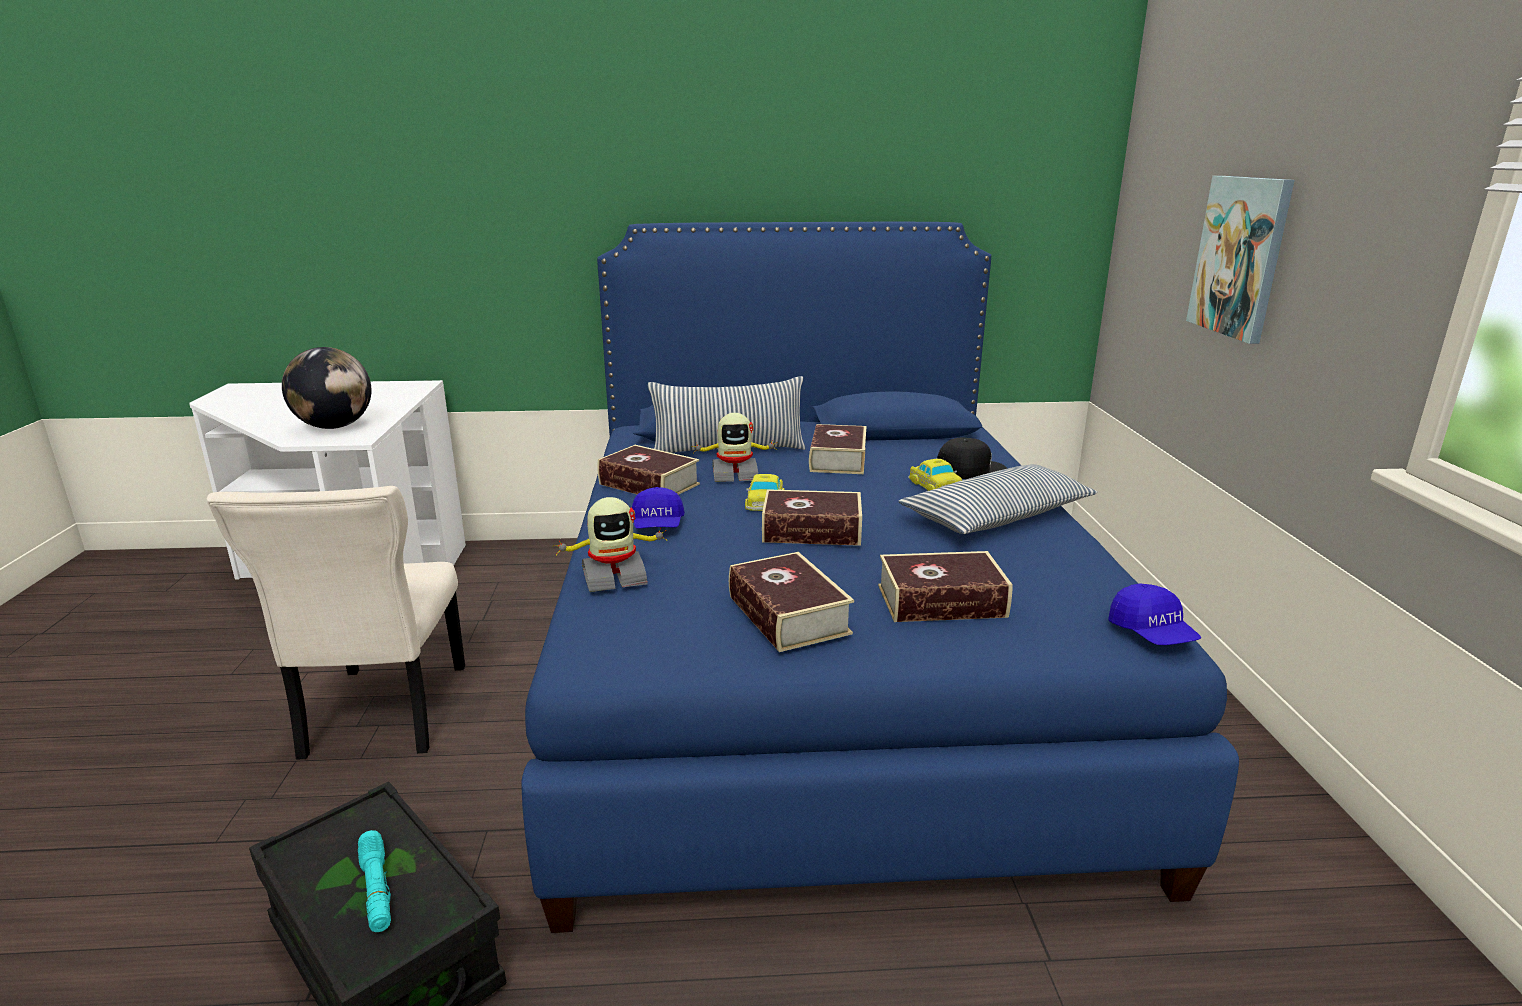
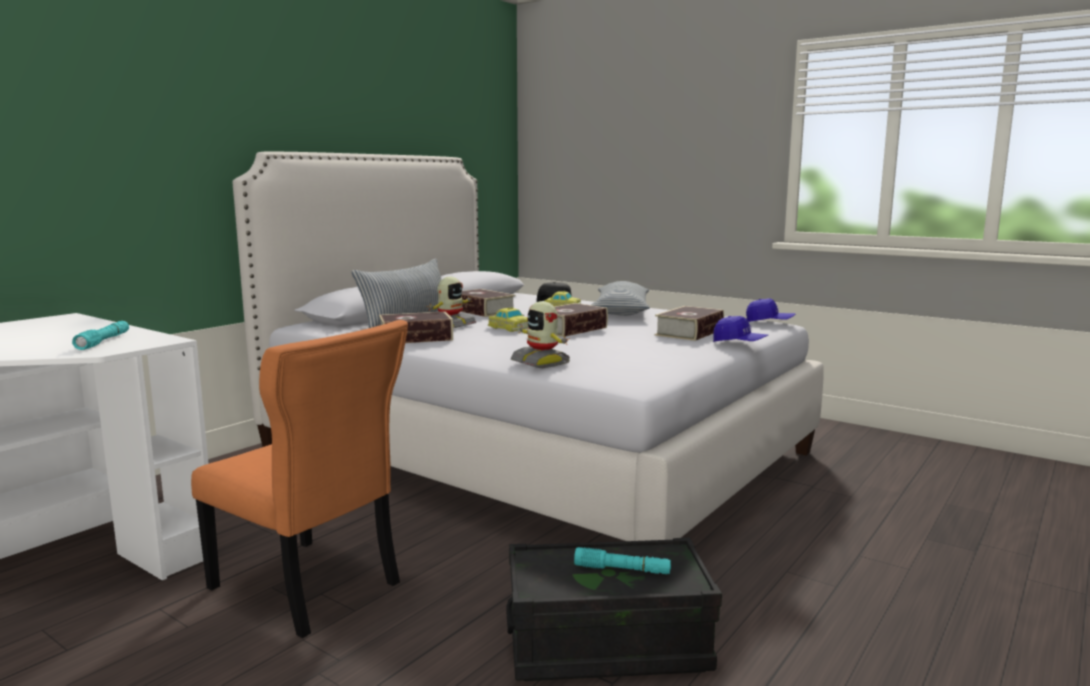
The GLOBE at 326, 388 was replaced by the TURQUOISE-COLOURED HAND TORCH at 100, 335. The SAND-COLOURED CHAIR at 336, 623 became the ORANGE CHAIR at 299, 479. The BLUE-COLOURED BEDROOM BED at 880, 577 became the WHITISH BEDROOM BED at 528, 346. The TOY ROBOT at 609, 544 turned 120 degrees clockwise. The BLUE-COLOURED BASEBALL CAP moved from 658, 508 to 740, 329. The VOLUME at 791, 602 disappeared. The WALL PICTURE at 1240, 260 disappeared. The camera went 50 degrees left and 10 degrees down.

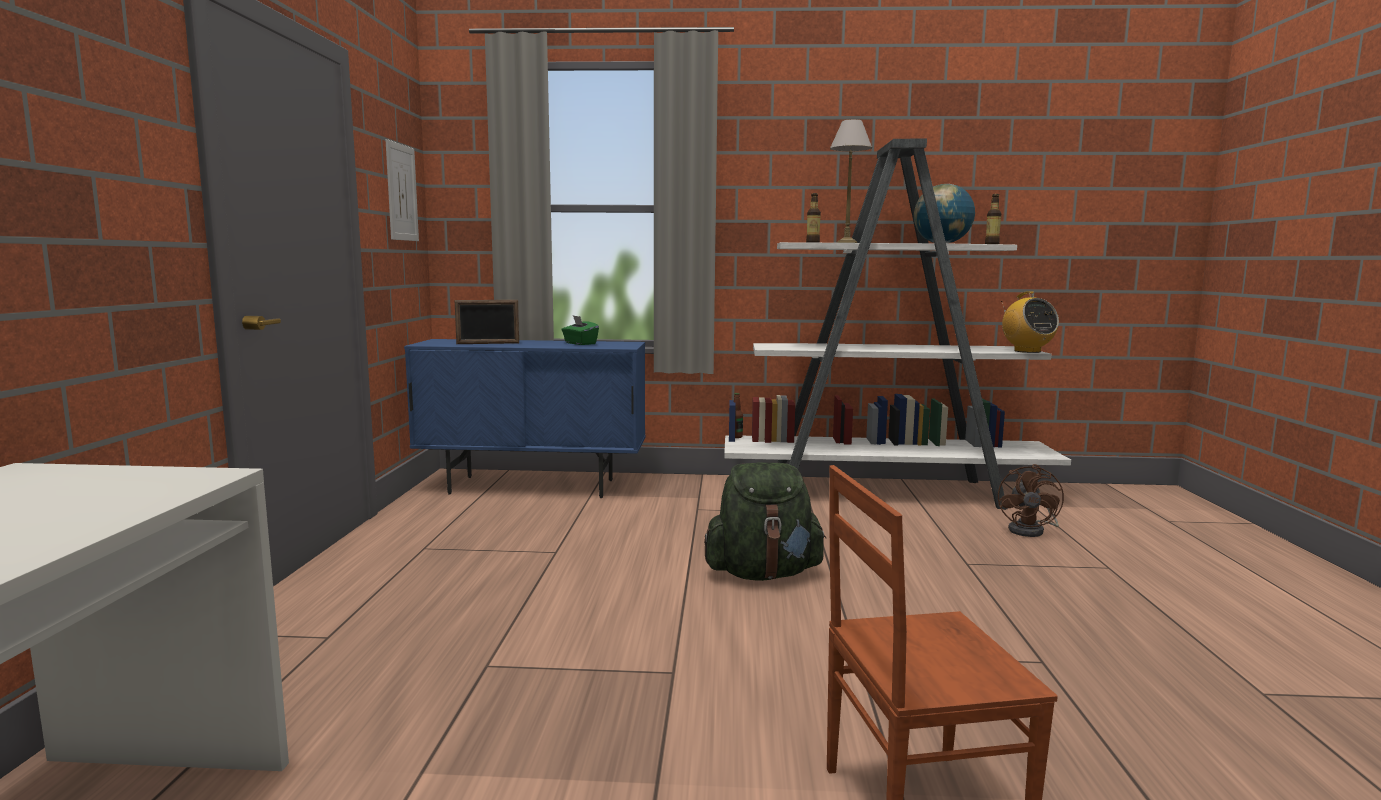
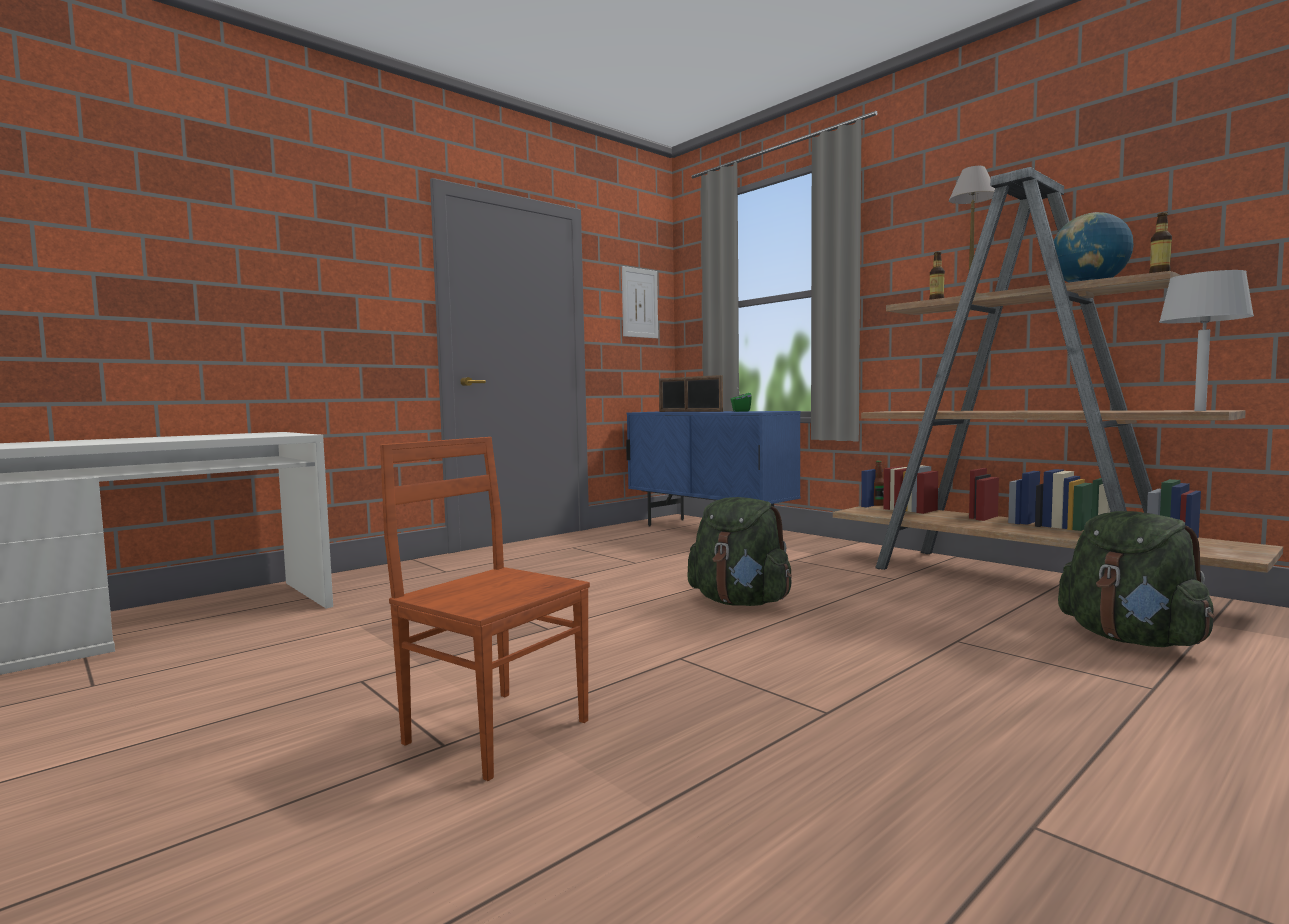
The STANDING FRAME at 703, 393 appeared. The WHITISH SHELVING UNIT at 897, 324 became the BROWN SHELVING UNIT at 1058, 370. The BROWN ELECTRIC FAN at 1031, 500 was replaced by the GREEN BACKPACK at 1136, 579. The RADIO at 1030, 322 was replaced by the GREYISH LAMP FOR A TABLE at 1206, 340. The camera went 45 degrees right and 5 degrees down.

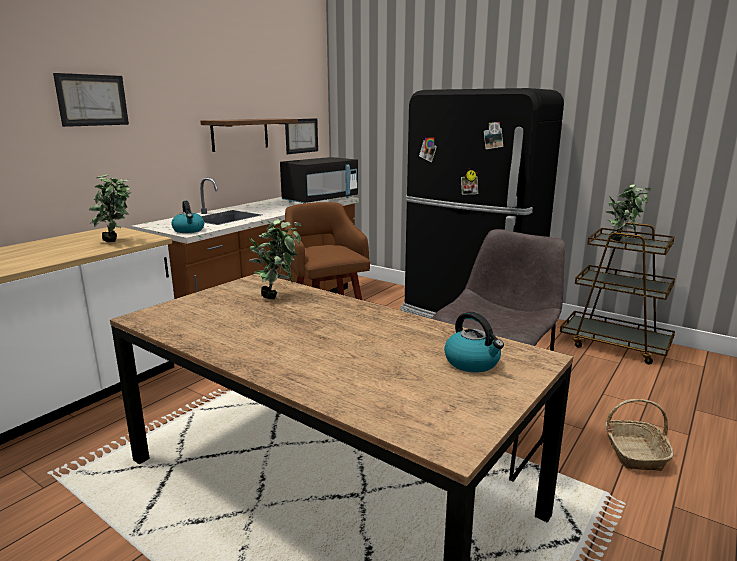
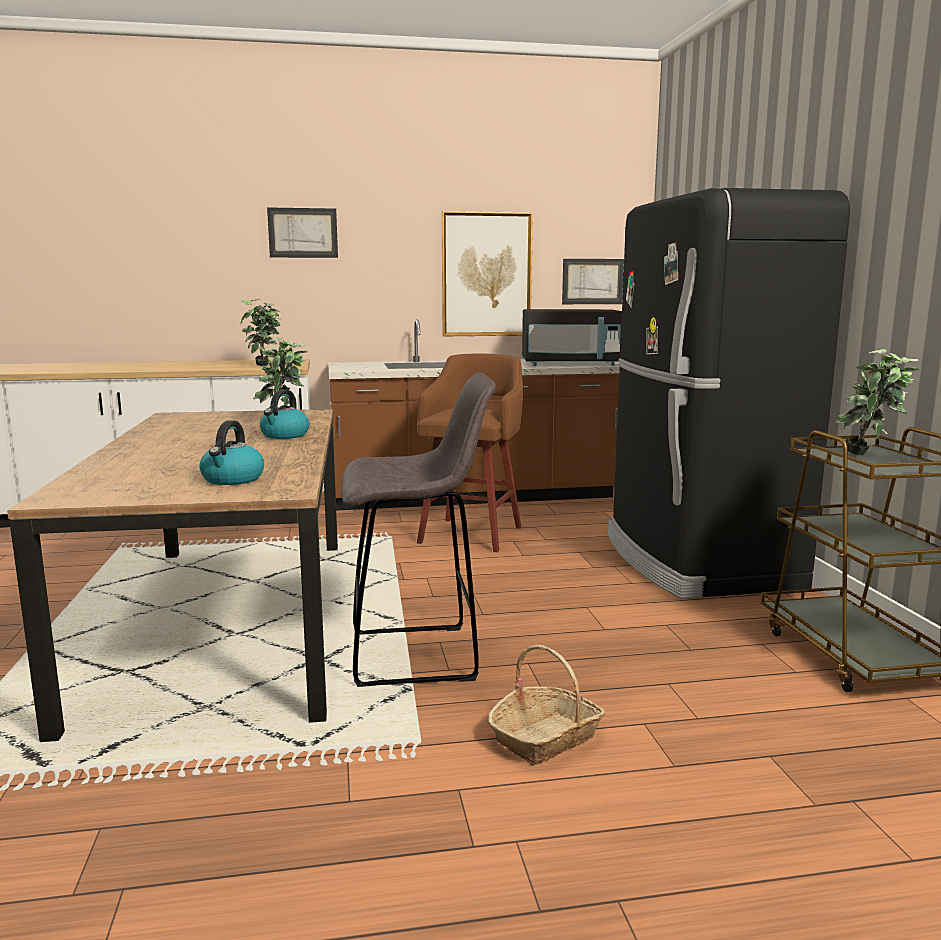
The WATER KETTLE moved from 188, 217 to 284, 414. The BRACKET SHELF at 249, 135 was replaced by the WALL PICTURE at 487, 273. The camera went 45 degrees right and 5 degrees down.

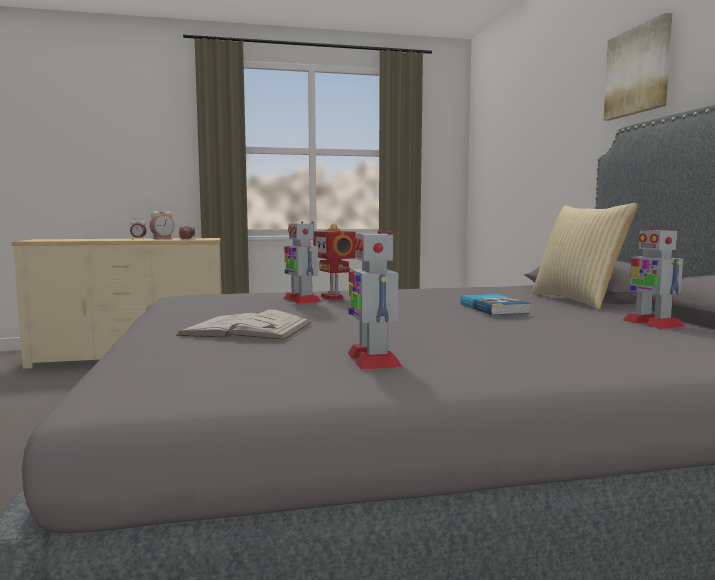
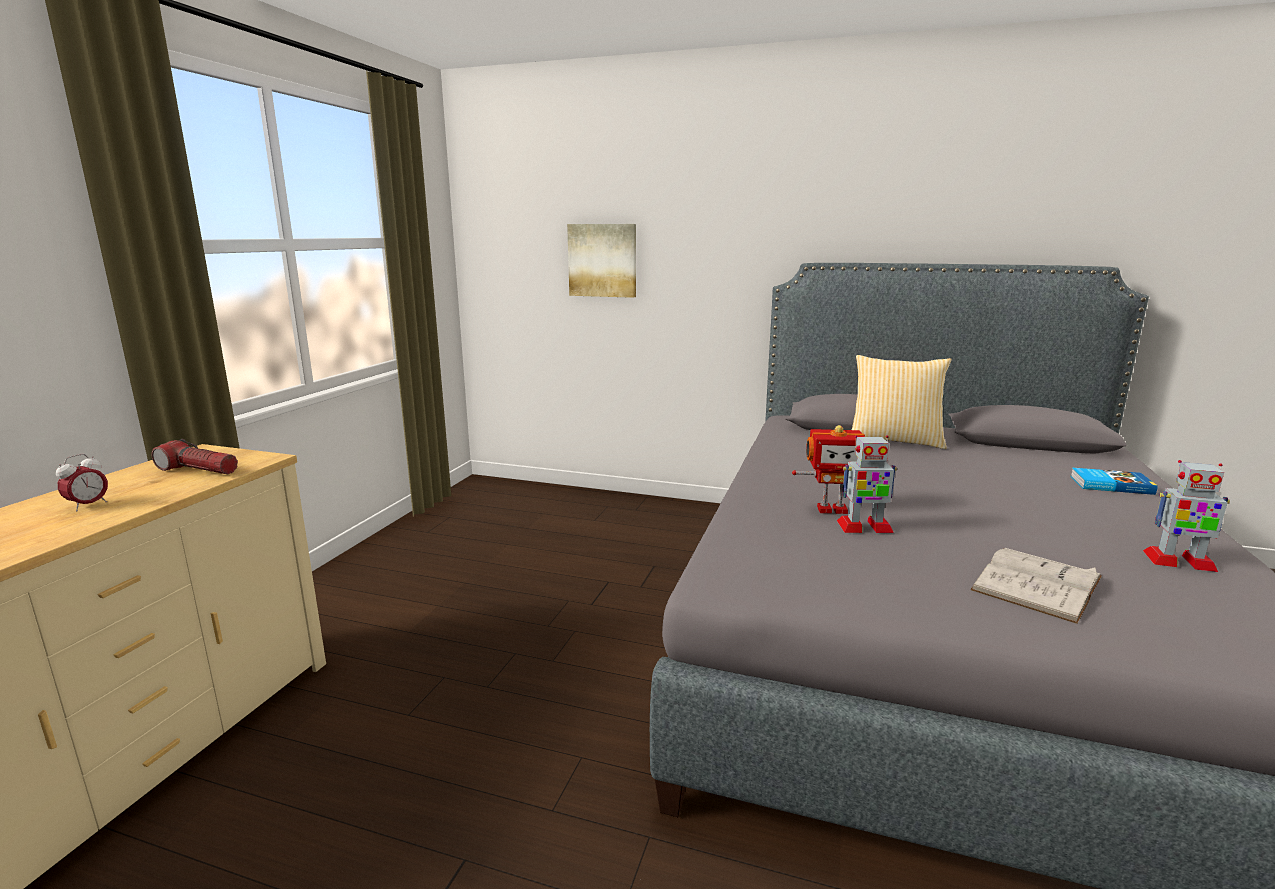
The WALL PICTURE moved from 638, 67 to 601, 261. The VOLUME moved from 495, 304 to 1114, 481. The TABLE CLOCK at 161, 225 disappeared. The TOY ROBOT at 654, 278 disappeared. The camera went 60 degrees left and 10 degrees up.

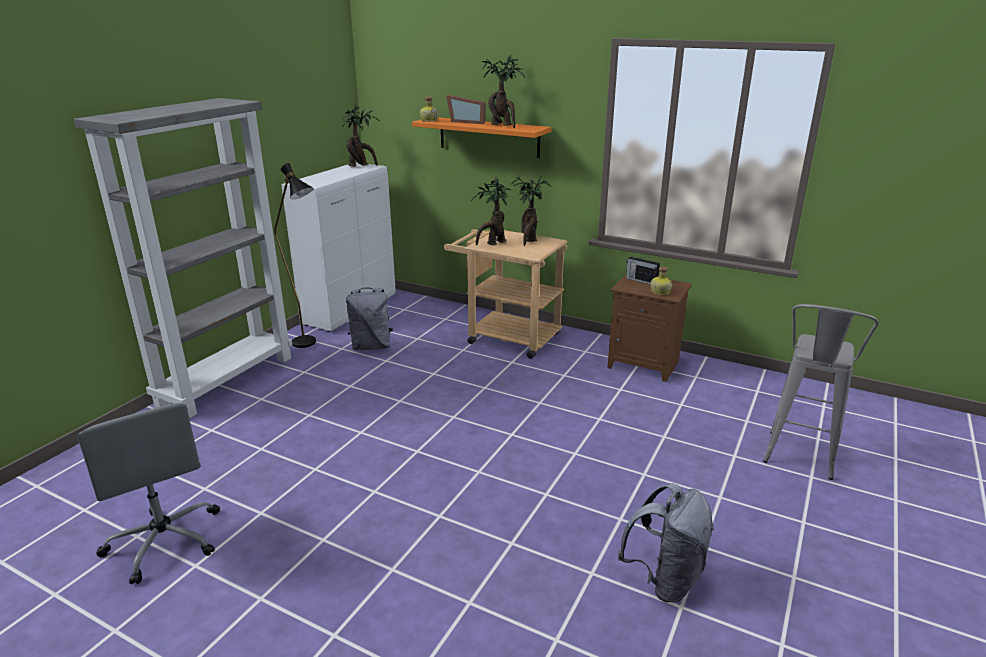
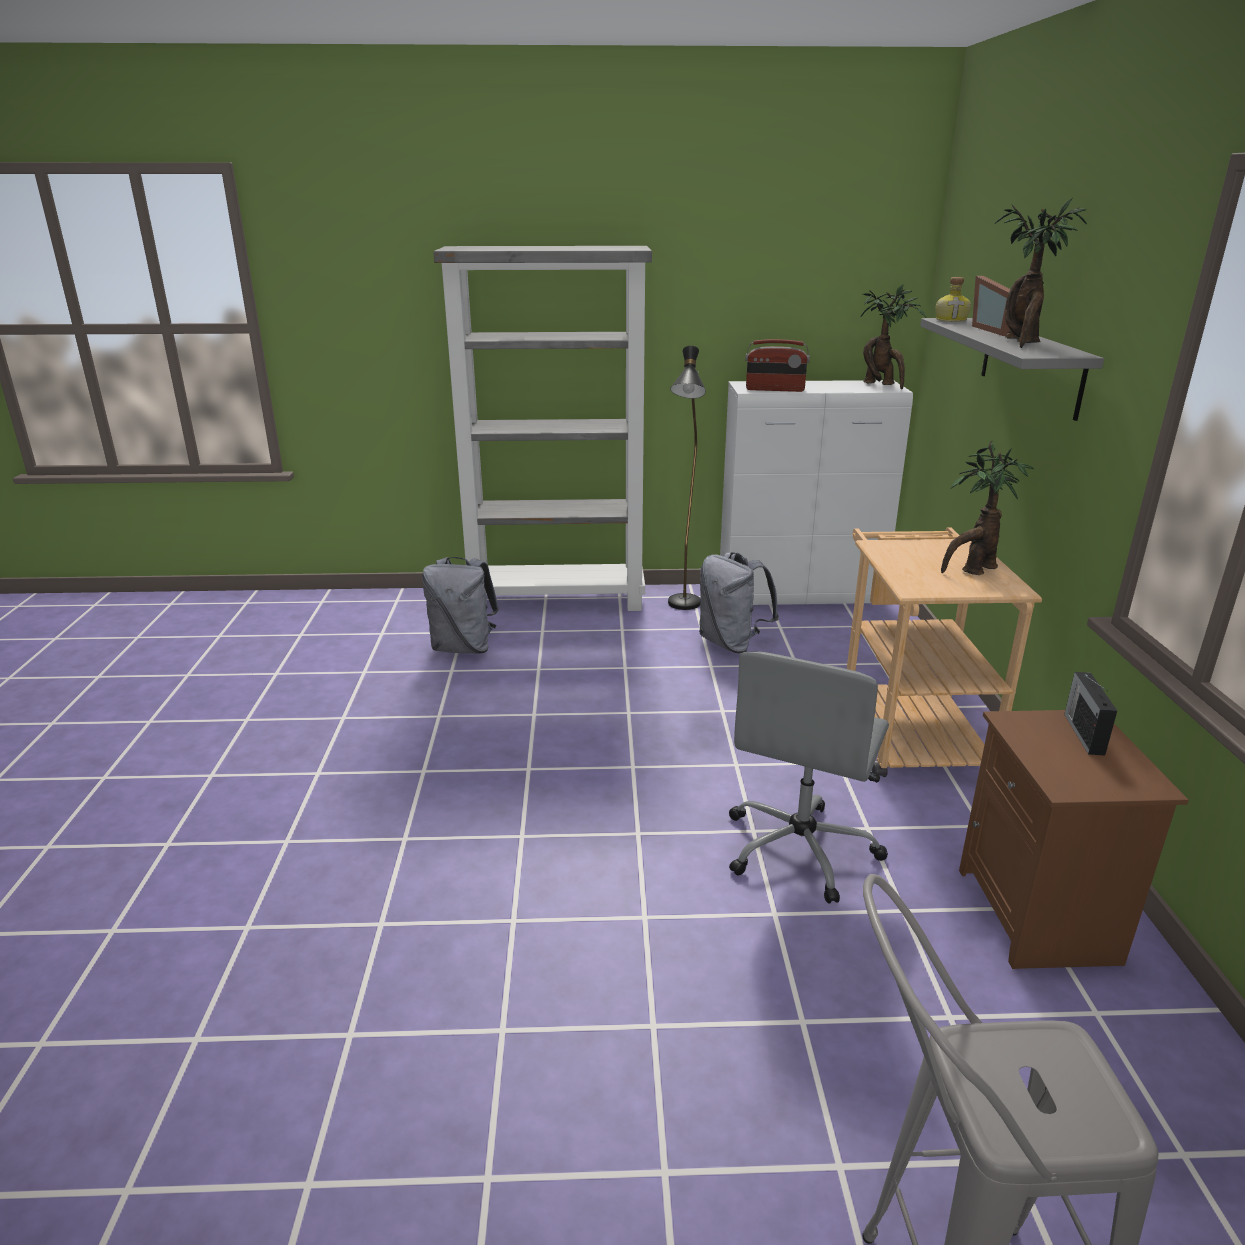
The GREYISH BACKPACK moved from 666, 543 to 460, 605. The GREYISH OFFICE CHAIR moved from 149, 493 to 809, 777. The RADIO at 777, 365 appeared. The ORANGE BRACKET SHELF at 482, 137 became the GREYISH BRACKET SHELF at 1012, 369. The HOUSEPLANT at 491, 211 disappeared. The BOTTLE at 662, 281 disappeared. The camera went 60 degrees right and 0 degrees up.

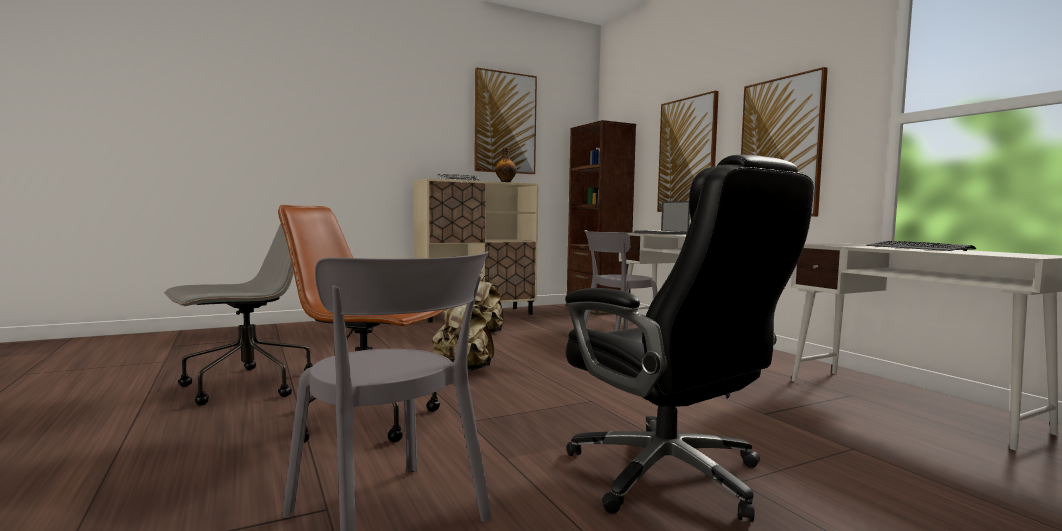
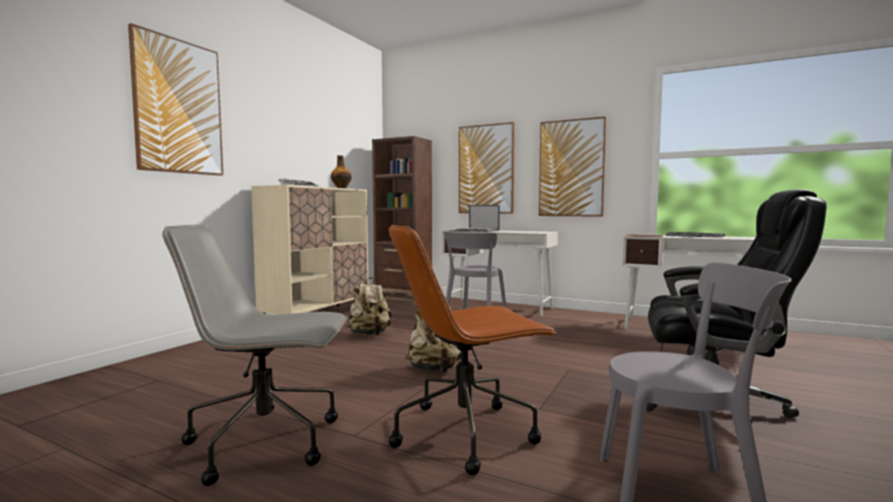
The WALL PICTURE moved from 505, 121 to 175, 99. The GREYISH OFFICE CHAIR at 238, 314 turned 105 degrees counterclockwise. The camera went 35 degrees left and 0 degrees up.

